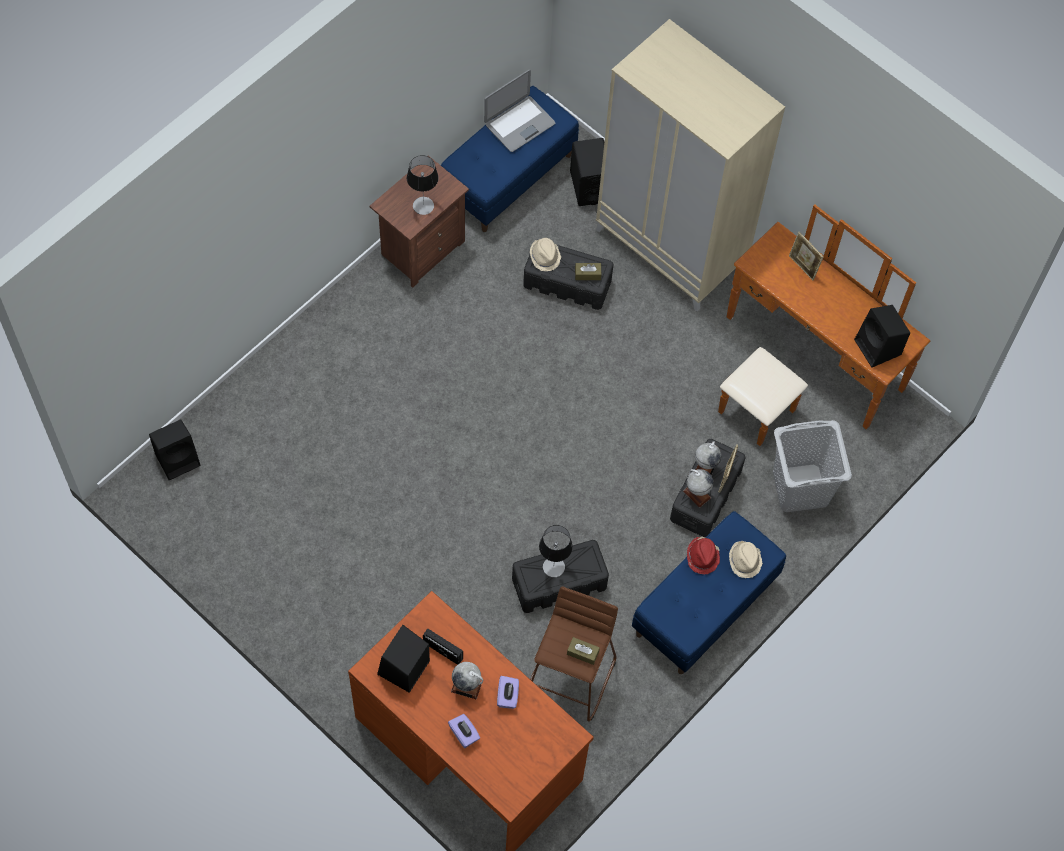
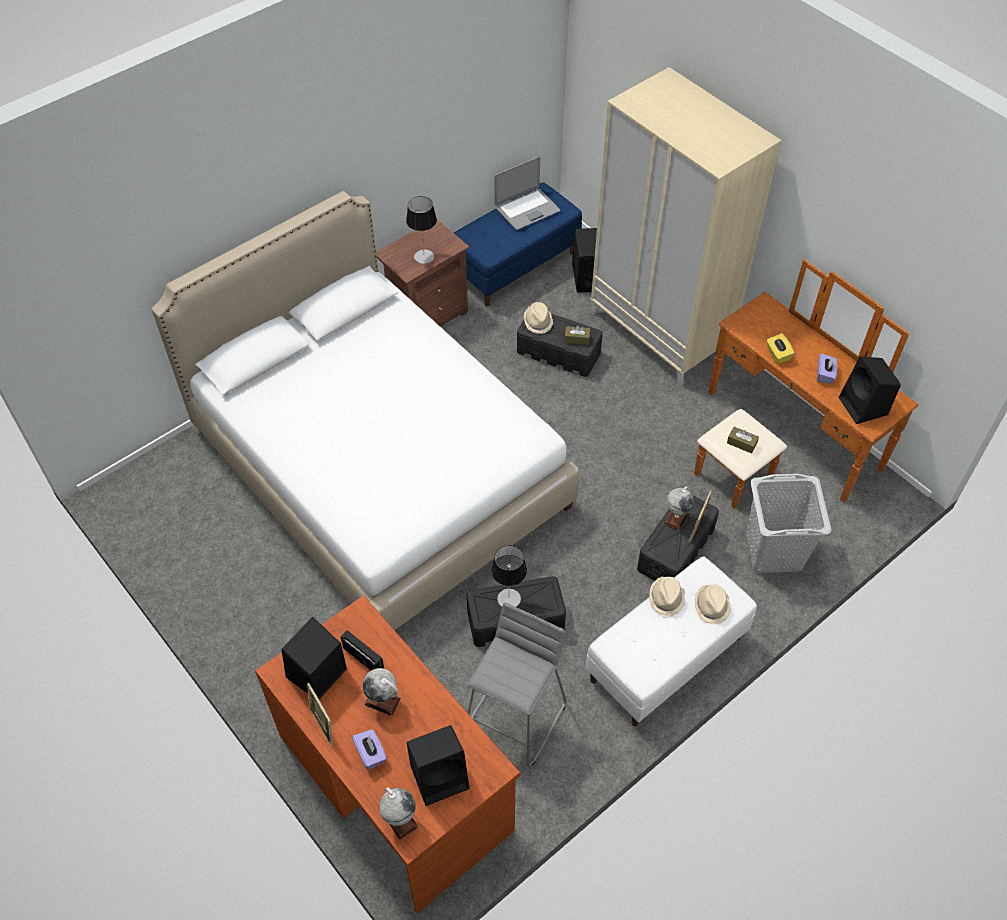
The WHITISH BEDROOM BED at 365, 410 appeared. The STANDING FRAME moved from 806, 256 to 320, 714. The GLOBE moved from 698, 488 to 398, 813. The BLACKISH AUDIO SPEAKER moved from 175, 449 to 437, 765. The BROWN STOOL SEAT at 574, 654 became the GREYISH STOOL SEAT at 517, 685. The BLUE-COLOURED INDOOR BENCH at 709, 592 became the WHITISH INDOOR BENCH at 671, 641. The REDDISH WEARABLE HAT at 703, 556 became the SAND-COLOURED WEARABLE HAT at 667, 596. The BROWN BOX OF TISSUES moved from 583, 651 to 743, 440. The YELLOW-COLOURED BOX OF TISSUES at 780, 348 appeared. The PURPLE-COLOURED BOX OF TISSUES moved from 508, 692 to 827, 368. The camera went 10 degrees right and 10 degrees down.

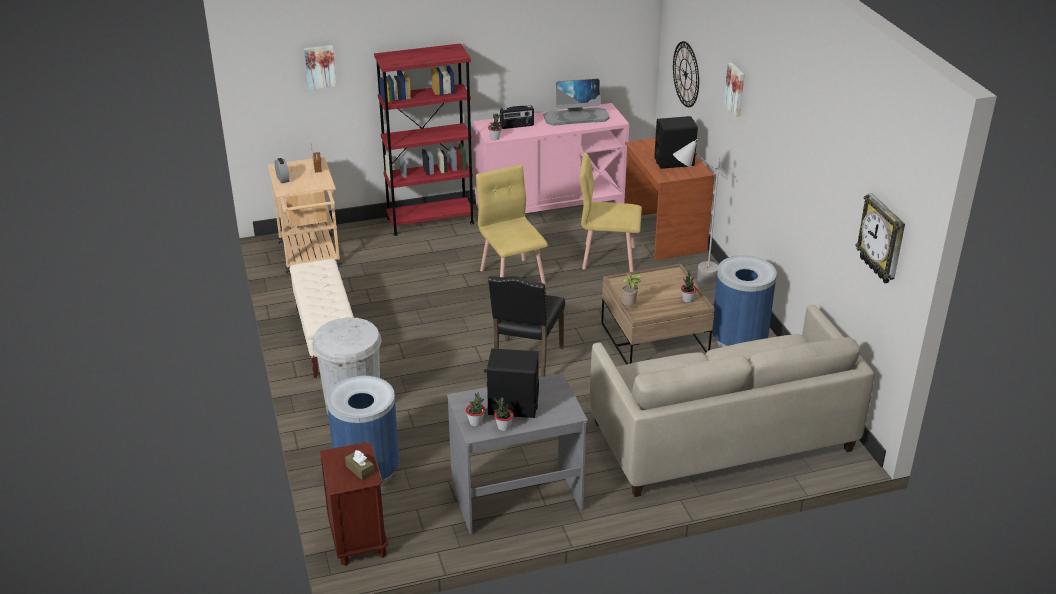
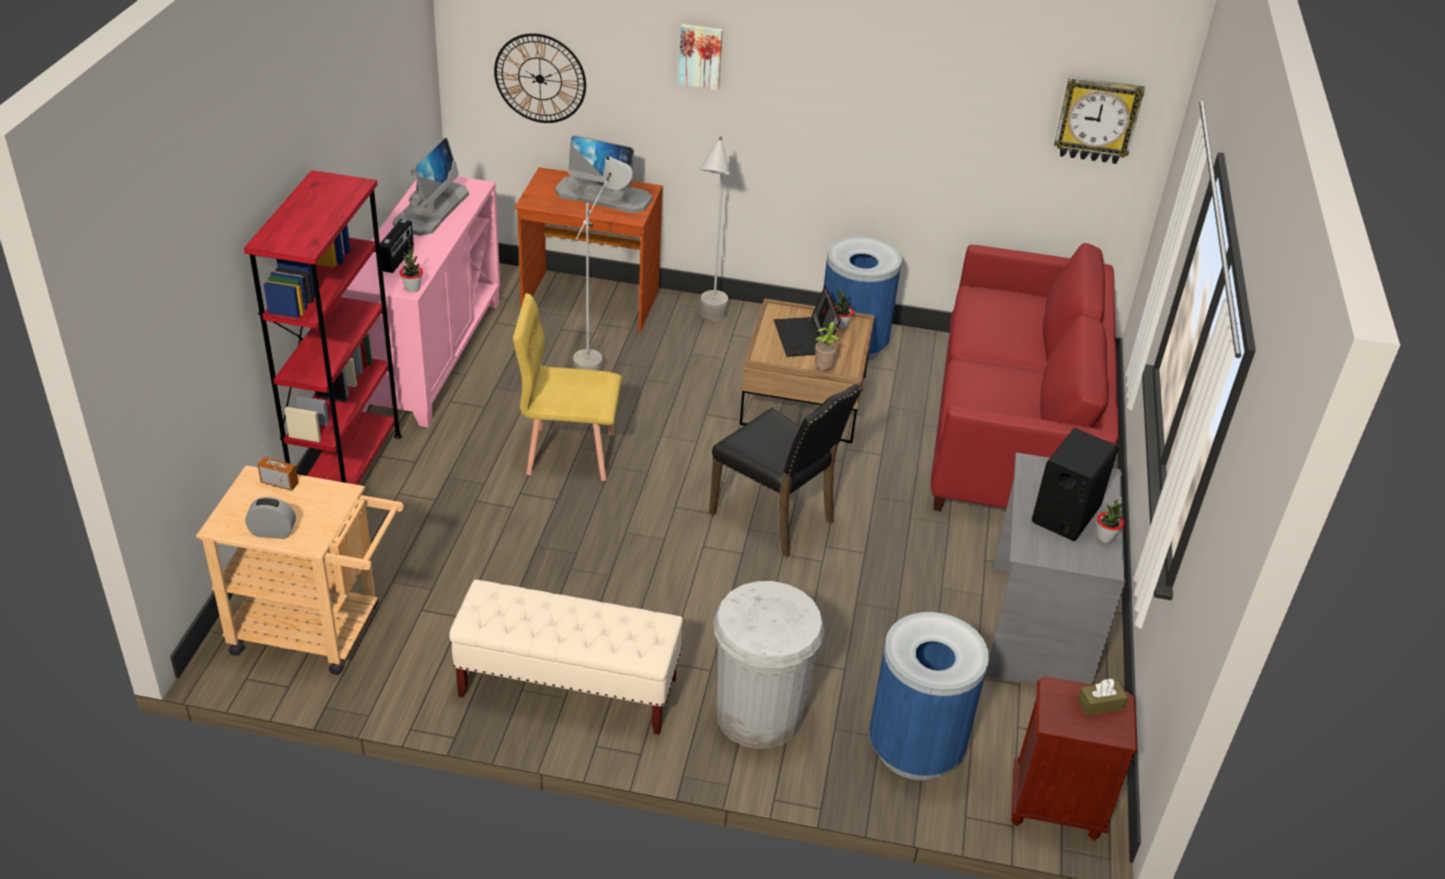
The BLACKISH AUDIO SPEAKER at 676, 142 was replaced by the COMPUTER DISPLAY at 603, 174. The YELLOW-COLOURED CHAIR at 611, 212 was replaced by the GREYISH FLOOR LAMP at 603, 263. The NOTEBOOK COMPUTER at 807, 320 appeared. The SAND-COLOURED COUCH at 732, 401 became the REDDISH COUCH at 1025, 377. The WALL PICTURE at 320, 67 disappeared. The HOUSEPLANT at 475, 409 disappeared. The camera went 65 degrees left and 5 degrees up.

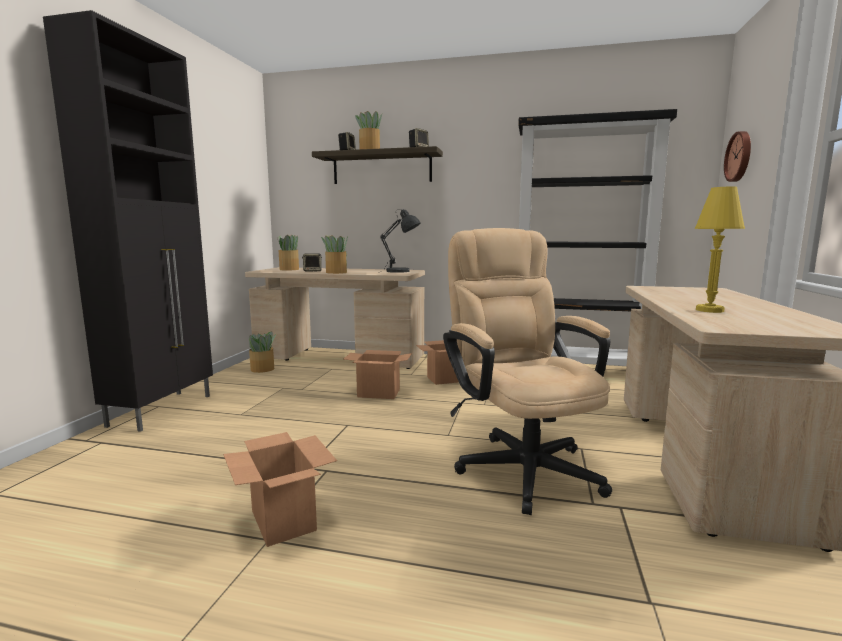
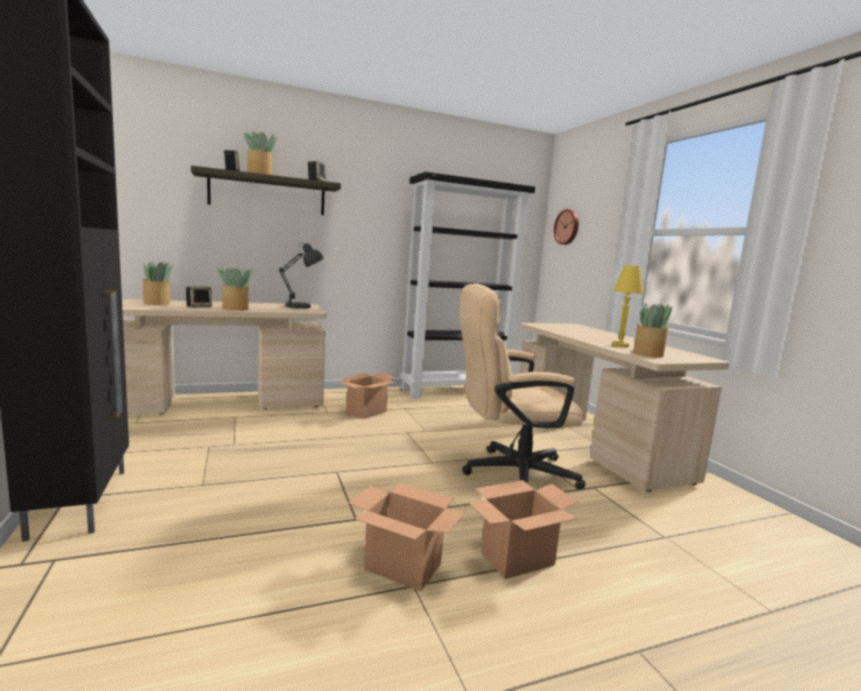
The SAND-COLOURED OFFICE CHAIR at 527, 371 turned 45 degrees counterclockwise. The CARDBOARD BOX moved from 377, 374 to 523, 529. The HOUSEPLANT moved from 263, 352 to 652, 330. The camera went 35 degrees left and 0 degrees up.

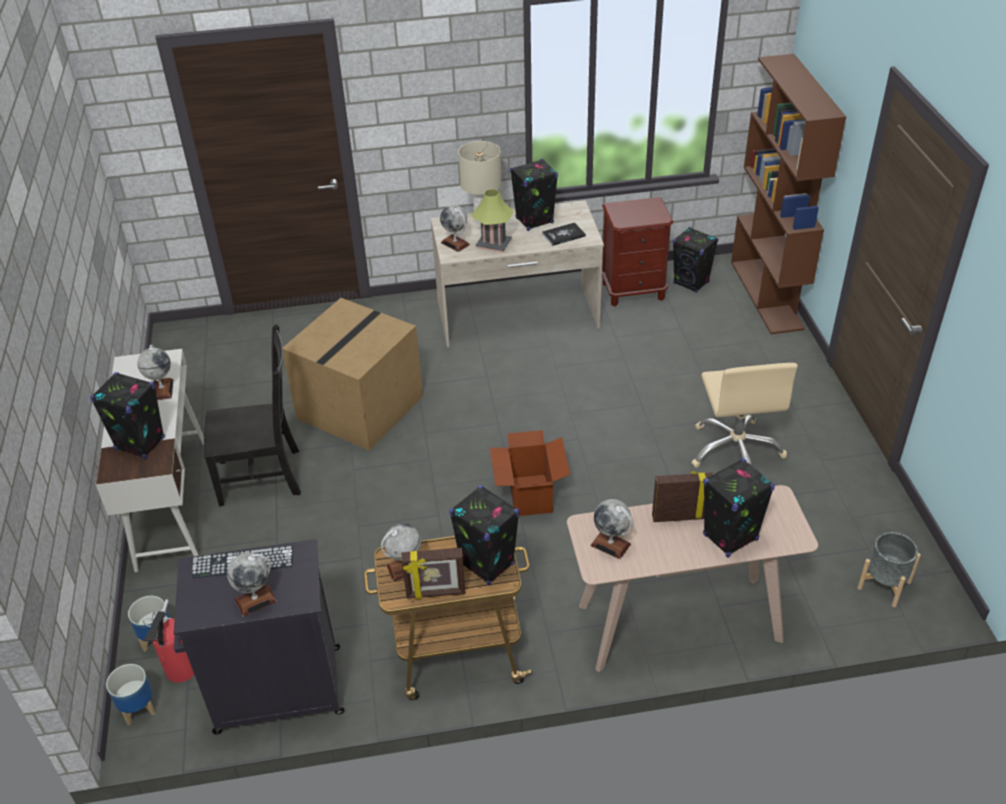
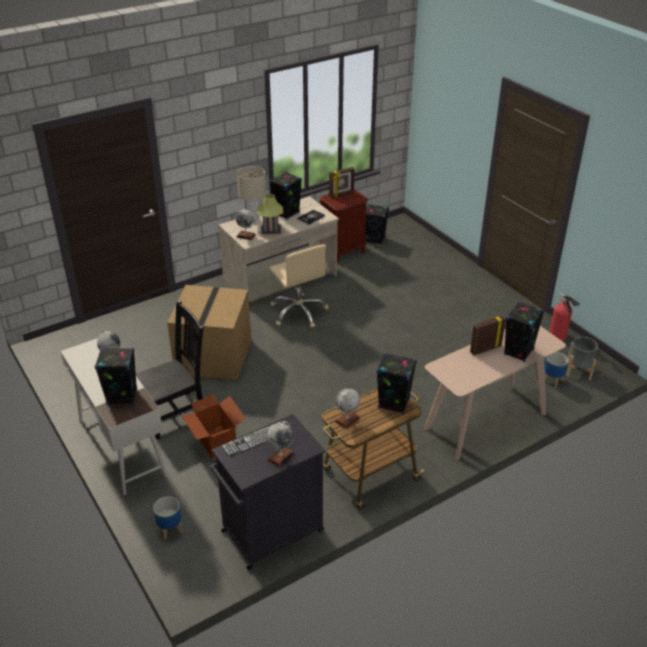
The CARDBOARD BOX moved from 530, 473 to 213, 427. The SAND-COLOURED OFFICE CHAIR moved from 744, 415 to 299, 286. The STANDING FRAME moved from 433, 573 to 342, 182. The PLANT POT moved from 131, 694 to 557, 370. The FIRE EXTINGUISHER moved from 168, 641 to 565, 316. The GLOBE at 612, 529 disappeared. The BROWN SHELVING UNIT at 788, 194 disappeared. The camera went 25 degrees left and 5 degrees down.

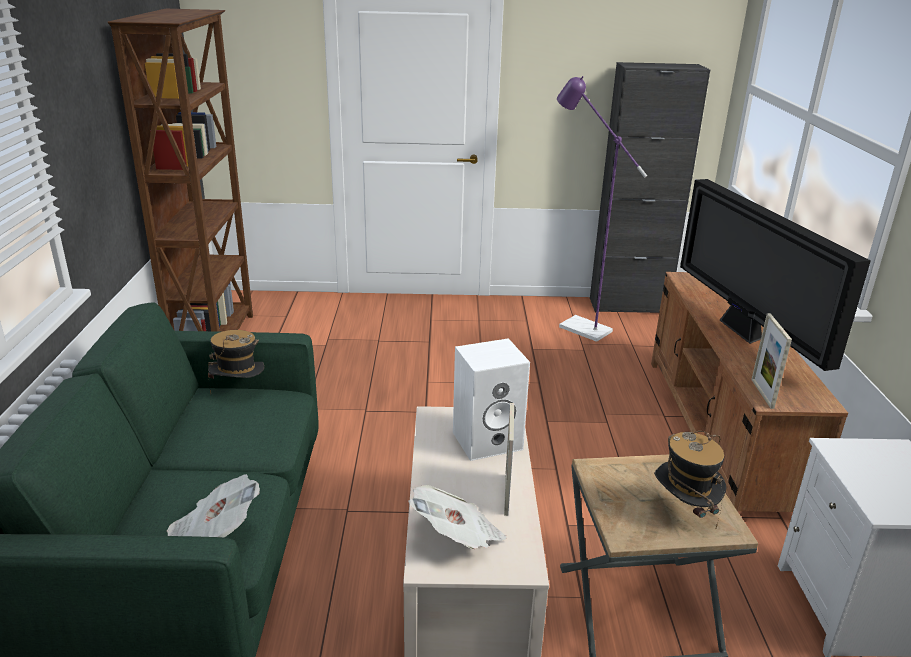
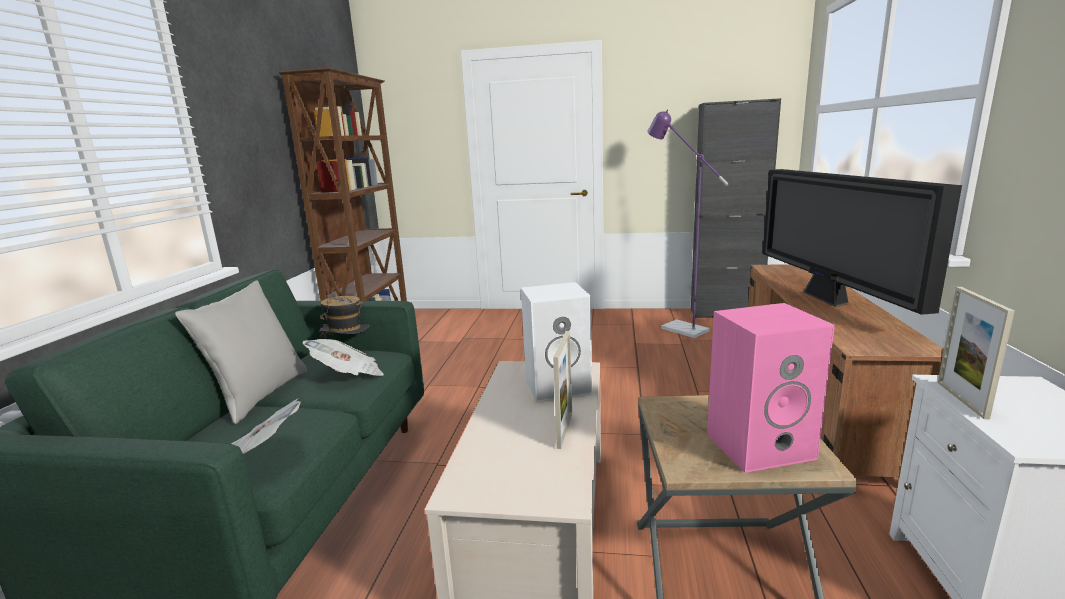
The GREYISH PILLOW at 241, 352 appeared. The NEWSPAPER moved from 457, 517 to 343, 357. The WEARABLE HAT at 690, 479 was replaced by the PINKISH AUDIO SPEAKER at 771, 388. The STANDING FRAME moved from 771, 361 to 976, 353. The camera went 10 degrees right and 10 degrees down.

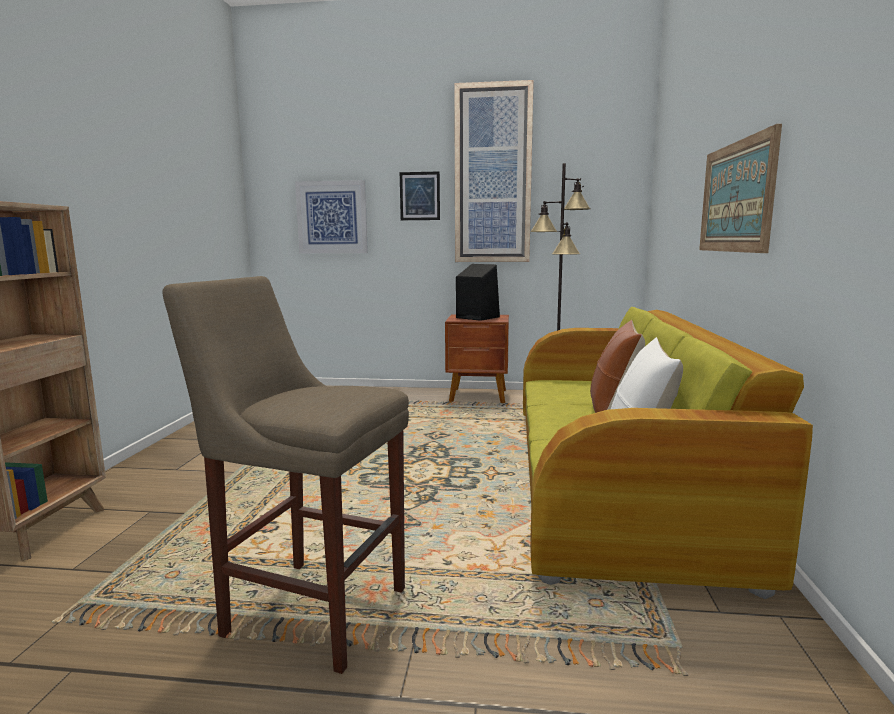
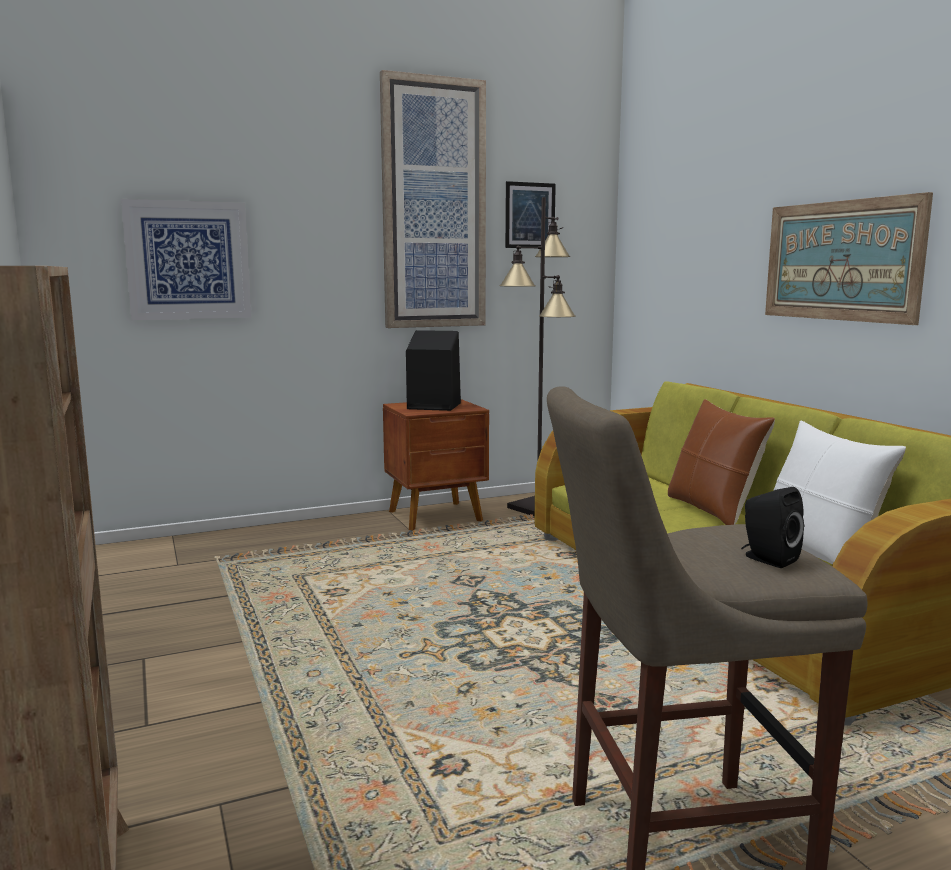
The WALL PICTURE moved from 420, 195 to 530, 214. The BLACKISH AUDIO SPEAKER at 772, 527 appeared. The camera went 30 degrees left and 0 degrees up.

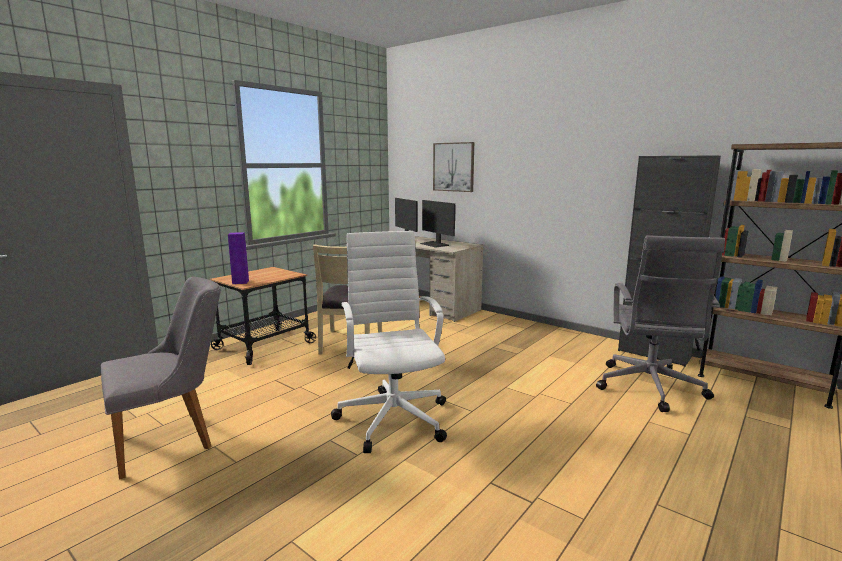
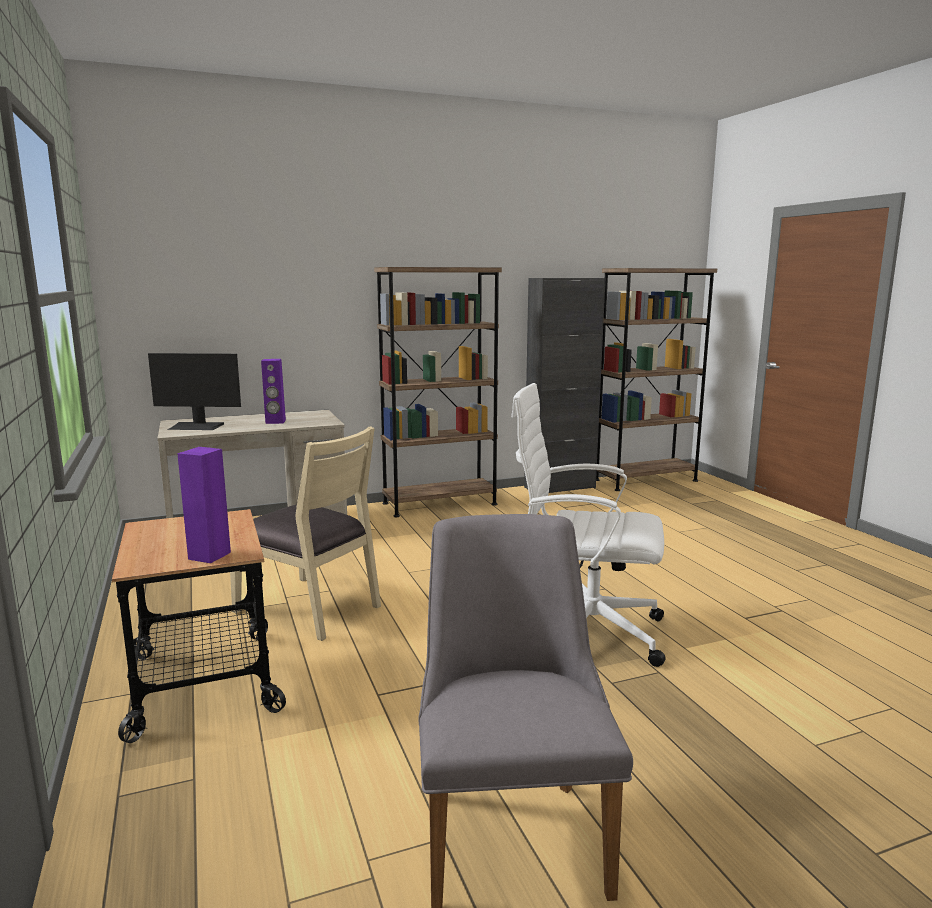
The COMPUTER DISPLAY at 437, 224 was replaced by the PURPLE-COLOURED AUDIO SPEAKER at 273, 391. The BROWN SHELVING UNIT at 438, 392 appeared. The WALL PICTURE at 453, 167 disappeared. The GREYISH OFFICE CHAIR at 660, 323 disappeared. The camera went 60 degrees left and 0 degrees up.

